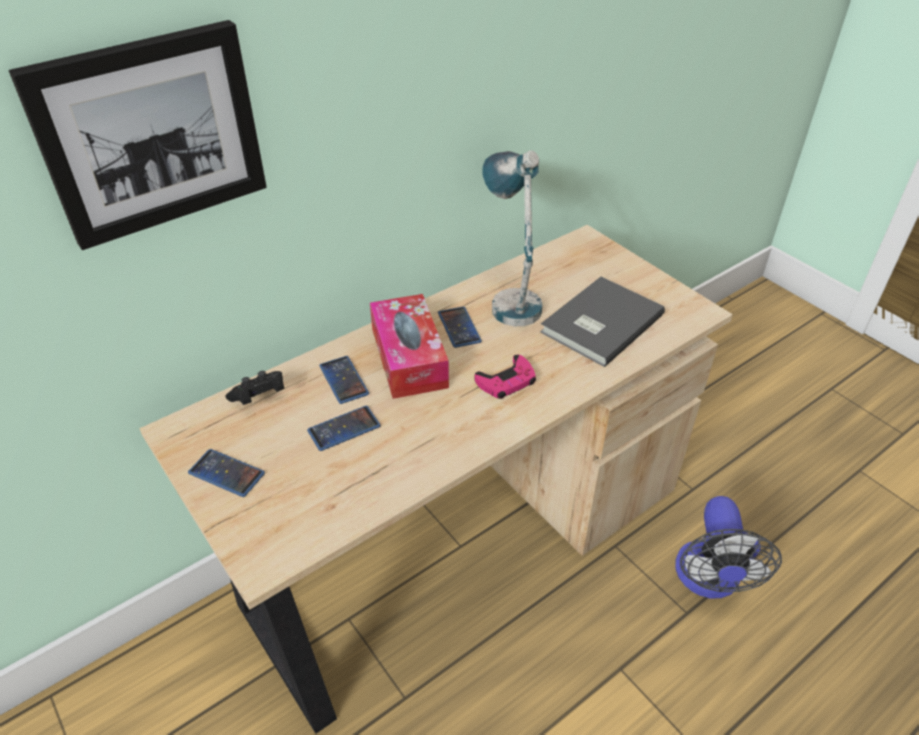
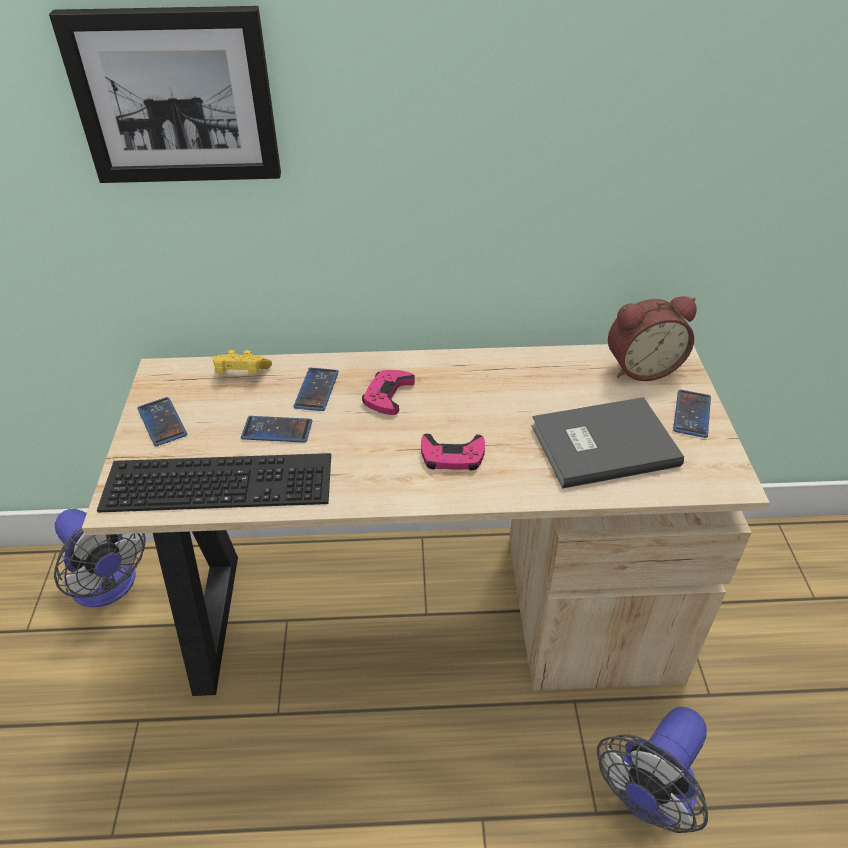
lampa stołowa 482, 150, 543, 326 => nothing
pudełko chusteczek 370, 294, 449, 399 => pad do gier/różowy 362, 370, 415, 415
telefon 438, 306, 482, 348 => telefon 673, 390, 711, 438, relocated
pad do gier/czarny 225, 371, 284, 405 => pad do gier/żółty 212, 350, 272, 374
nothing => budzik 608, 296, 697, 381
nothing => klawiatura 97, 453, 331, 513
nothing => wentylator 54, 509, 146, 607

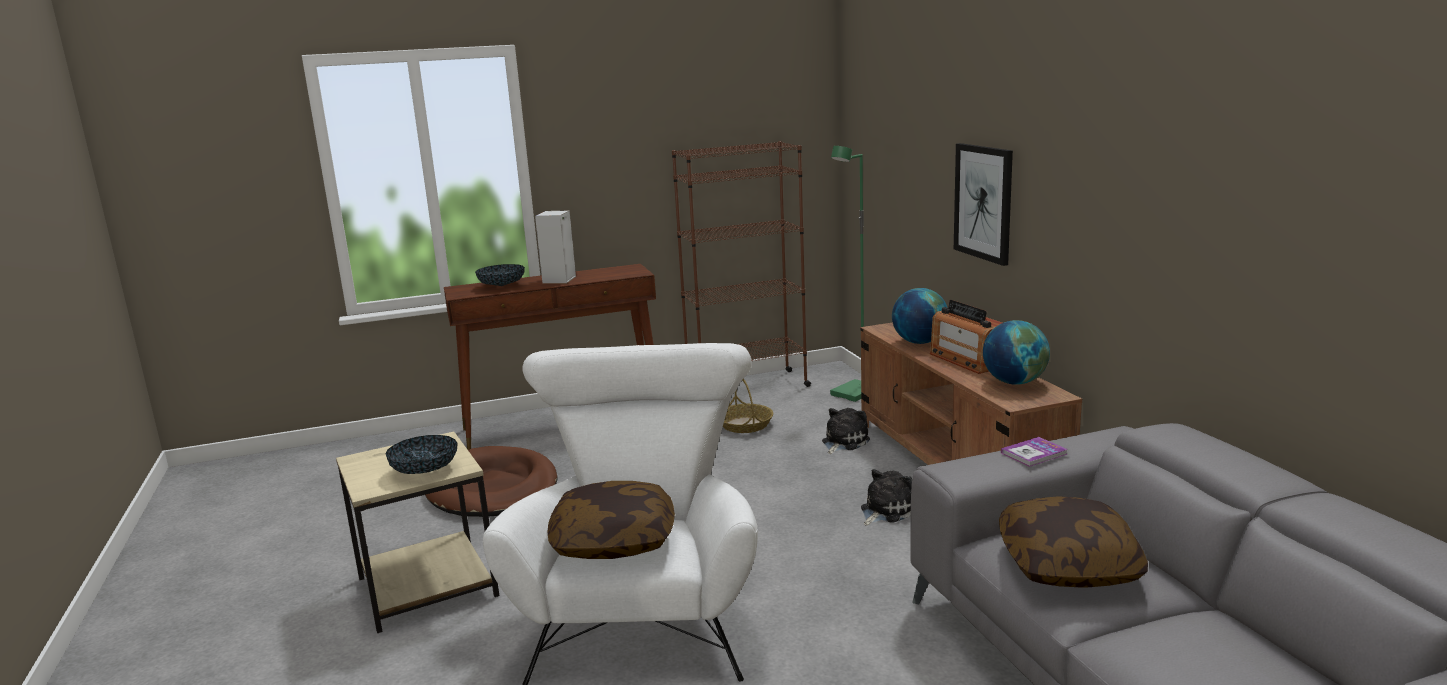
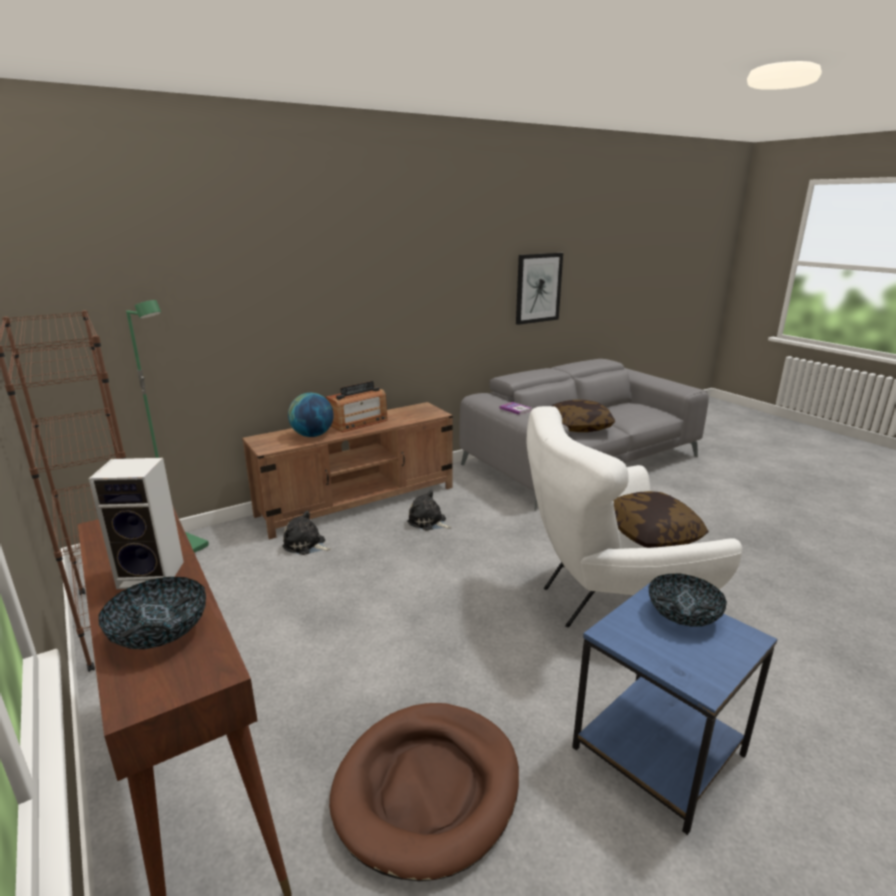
obraz 954, 143, 1013, 266 => obraz 516, 253, 563, 325, relocated
globus 983, 320, 1050, 385 => nothing
koszyk 723, 379, 773, 433 => nothing
stolik/beżowy 336, 431, 499, 633 => stolik/niebieski 572, 582, 777, 835

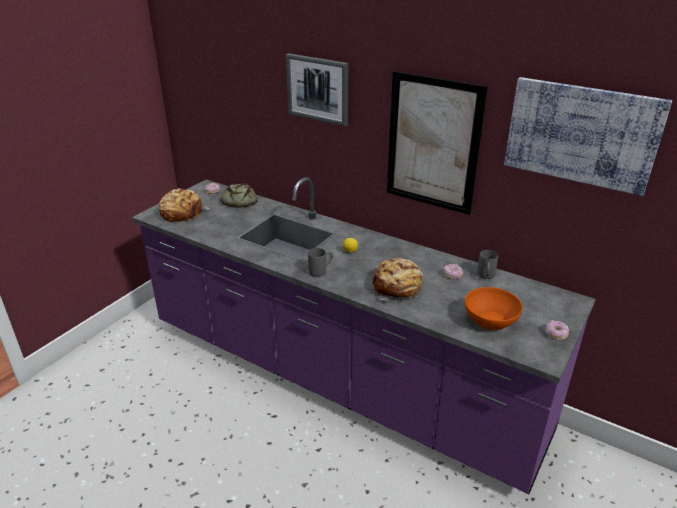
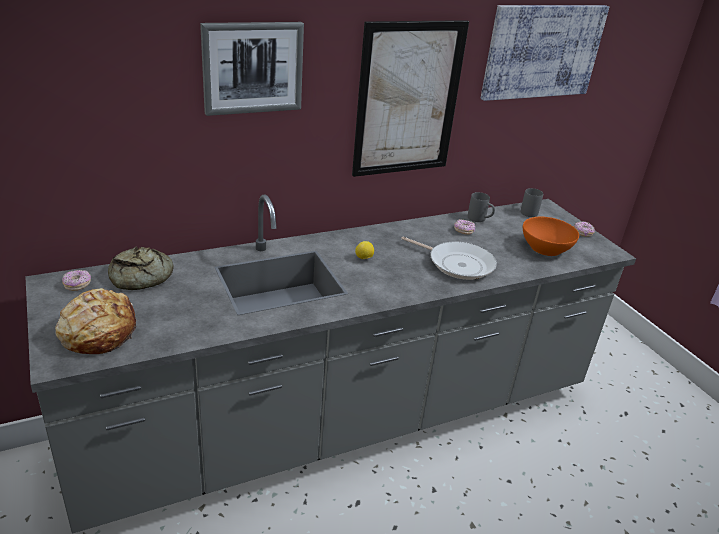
zabudowa kuchenna/fioletowy 132, 177, 596, 494 => zabudowa kuchenna/szary 25, 194, 636, 534
kubek/szary 308, 248, 333, 277 => kubek/szary 521, 188, 543, 217, relocated
chleb 373, 258, 423, 301 => patelnia 401, 237, 497, 280

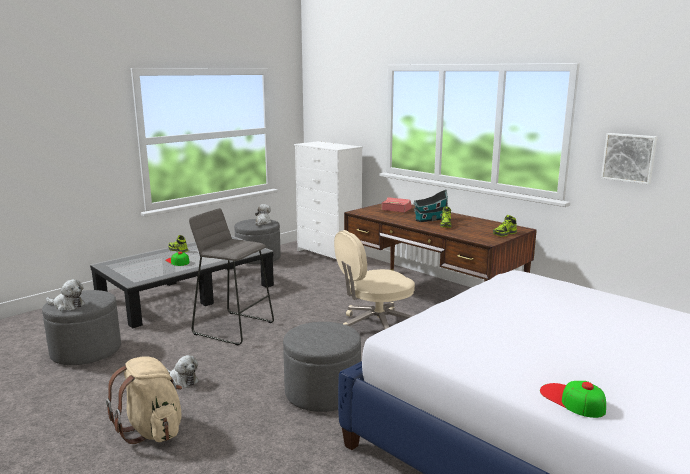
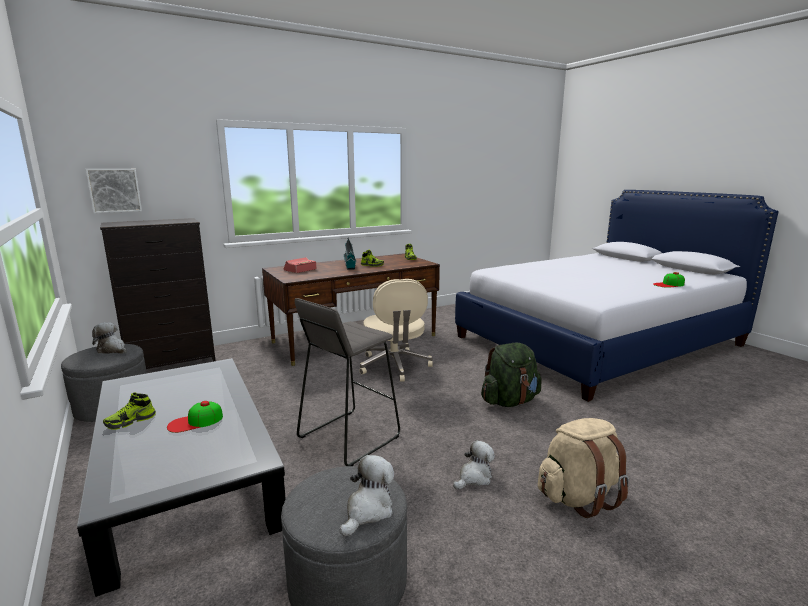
obraz 601, 133, 657, 184 => obraz 86, 169, 142, 213, relocated
komoda/biały 294, 141, 363, 259 => komoda/czarny 100, 218, 216, 369
pufa/szary 283, 322, 361, 412 => plecak/zielony 481, 343, 542, 407

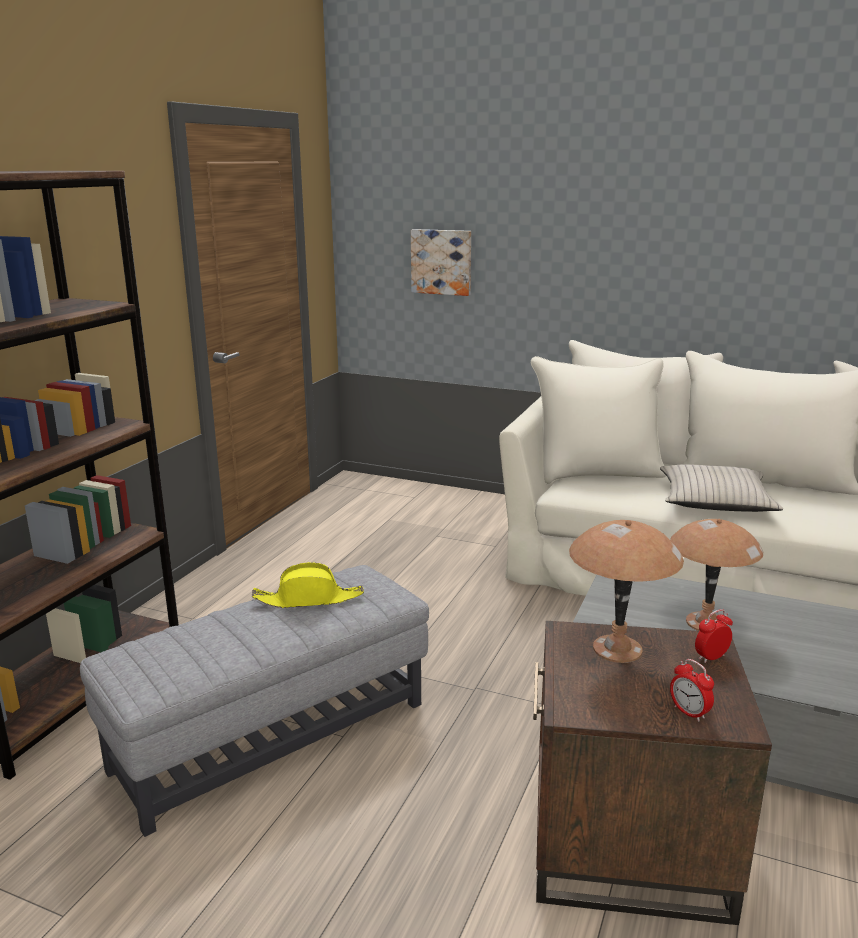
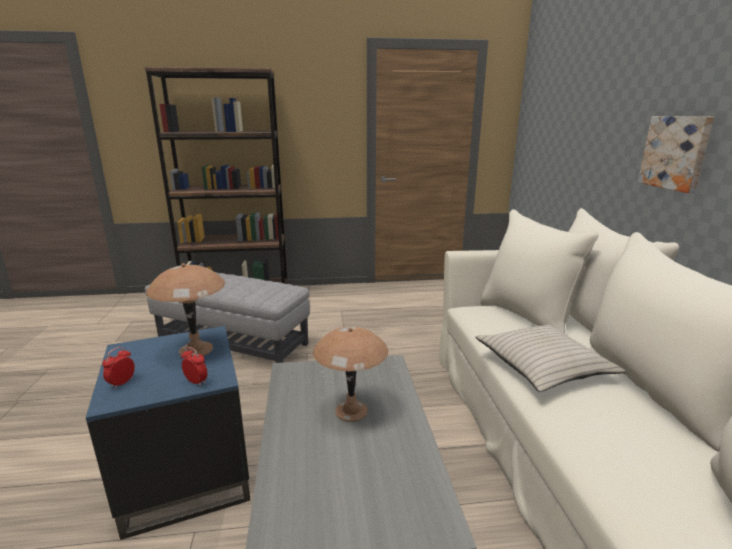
obraz 411, 229, 471, 296 => obraz 638, 116, 714, 193, relocated
kapelusz/żółty 252, 562, 364, 608 => nothing
stolik/brązowy 533, 621, 772, 925 => stolik/niebieski 86, 326, 250, 540

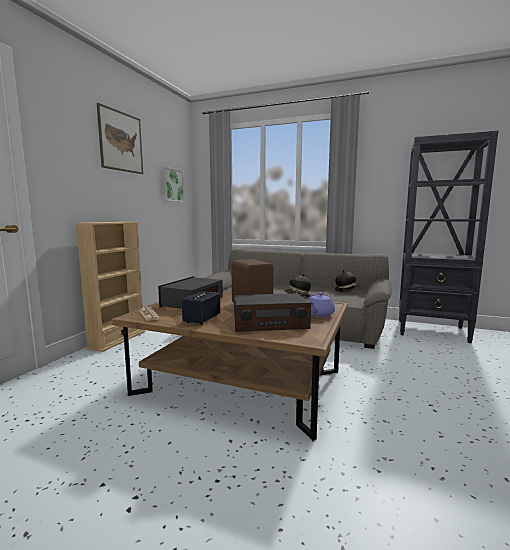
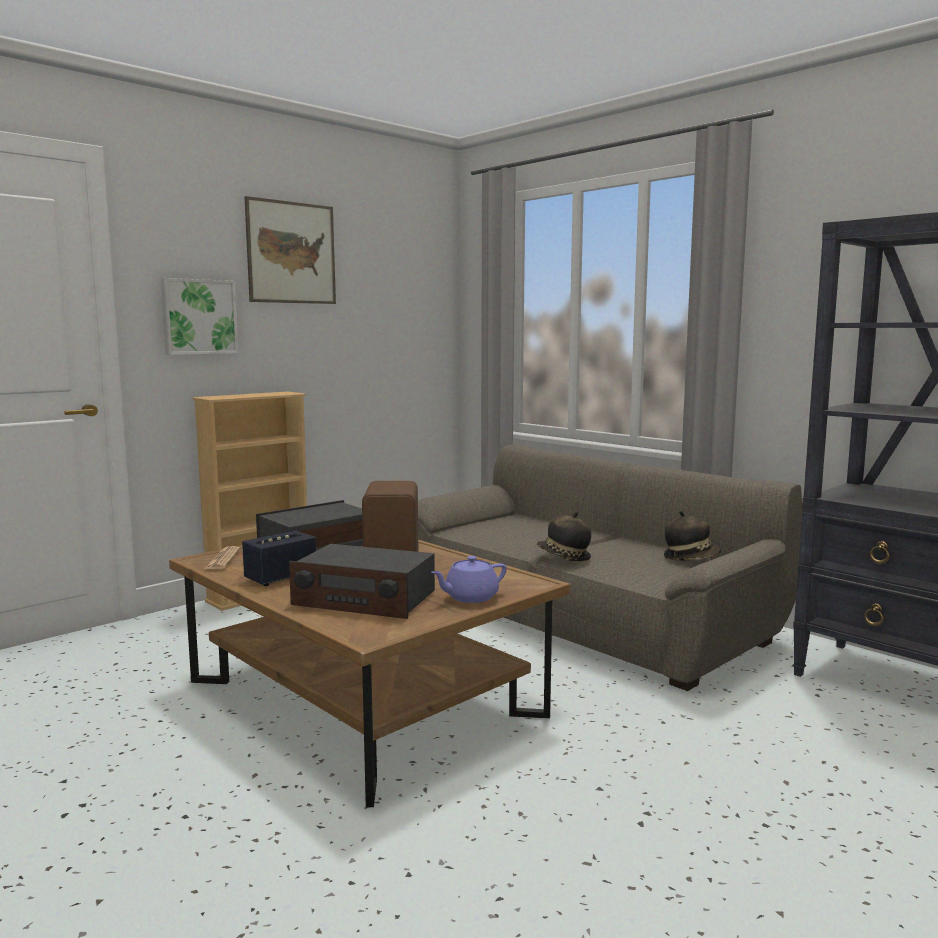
obraz 162, 167, 185, 202 => obraz 161, 278, 239, 355, relocated

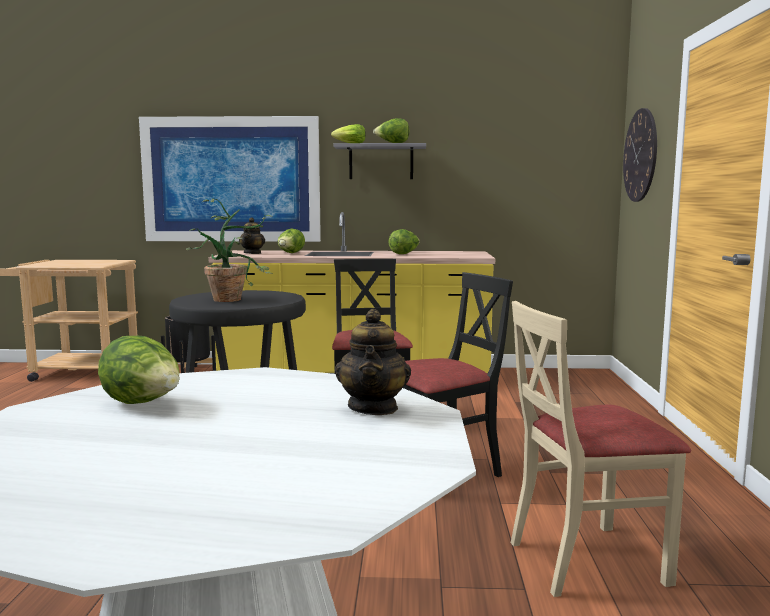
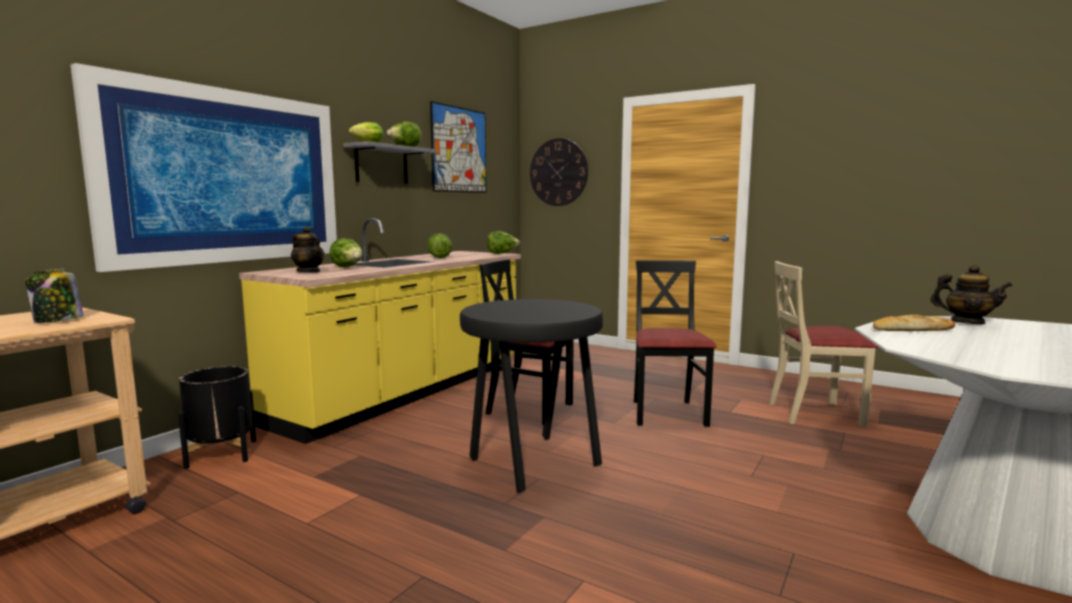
roślina doniczkowa 186, 199, 272, 302 => nothing
krzesło/beżowy 511, 301, 691, 597 => krzesło/beżowy 769, 261, 878, 427, 75 degrees clockwise
sałata 98, 336, 180, 404 => sałata 487, 231, 520, 254, relocated
nothing => obraz 430, 101, 486, 193
nothing => słoik 25, 268, 84, 323
nothing => chleb 873, 314, 955, 331

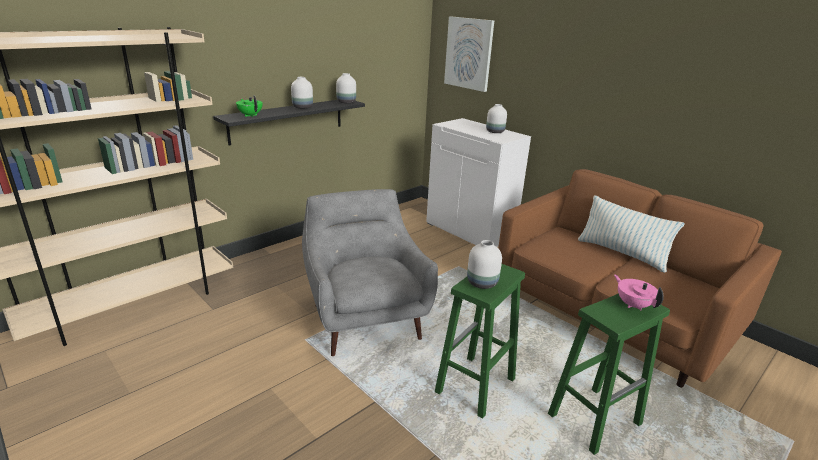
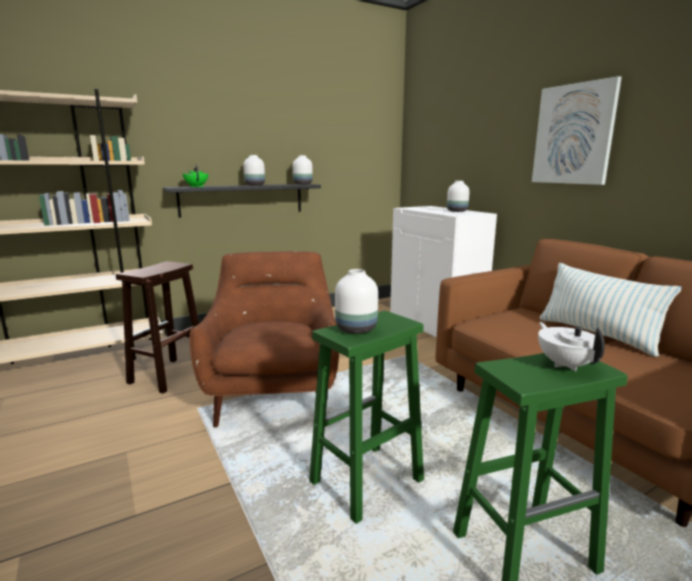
obraz 444, 16, 494, 92 => obraz 532, 76, 622, 185, relocated
fotel/szary 302, 189, 438, 356 => fotel/brązowy 190, 251, 339, 427
imbryk/różowy 614, 275, 664, 310 => imbryk/biały 538, 322, 605, 371
nothing => stołek/brązowy 116, 261, 199, 394

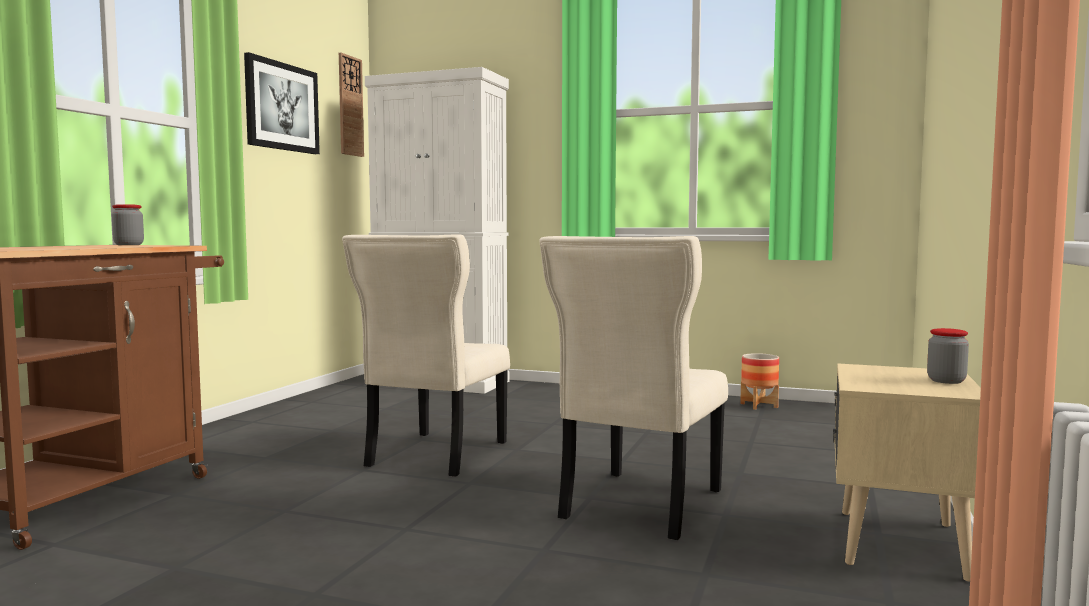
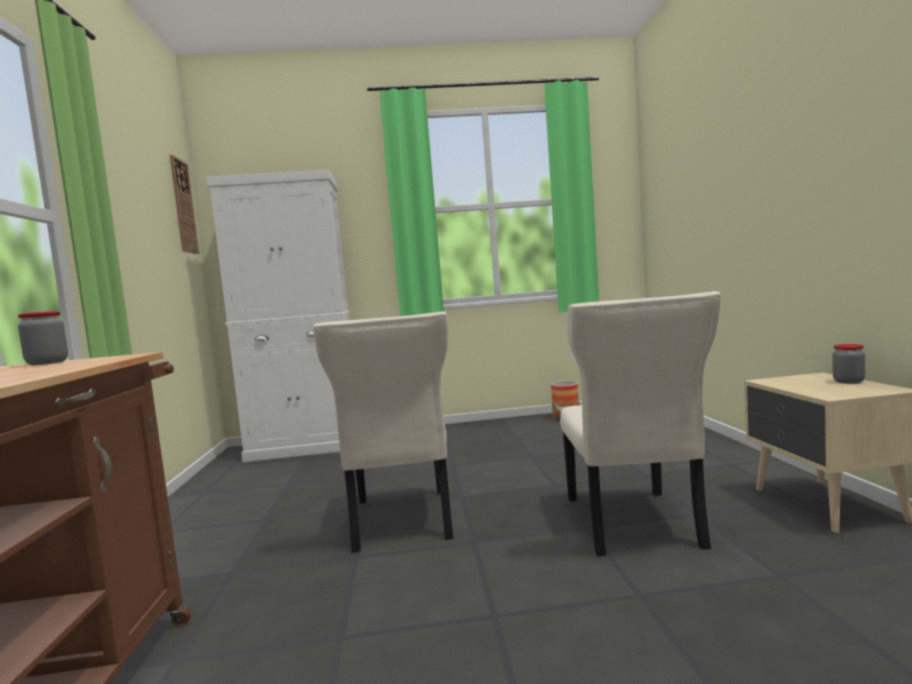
obraz 244, 52, 320, 154 => nothing

